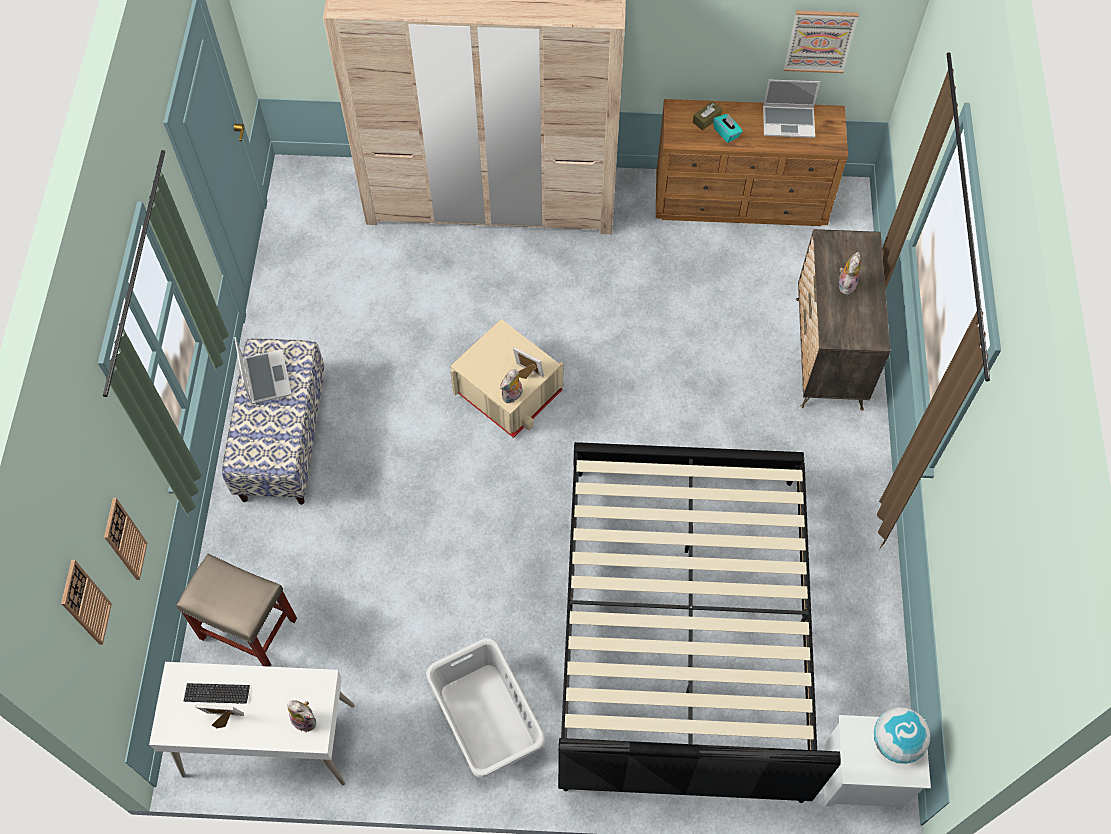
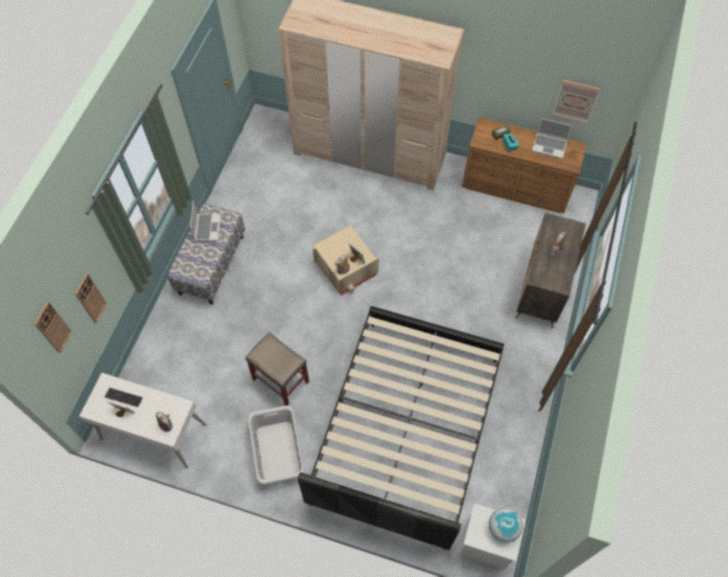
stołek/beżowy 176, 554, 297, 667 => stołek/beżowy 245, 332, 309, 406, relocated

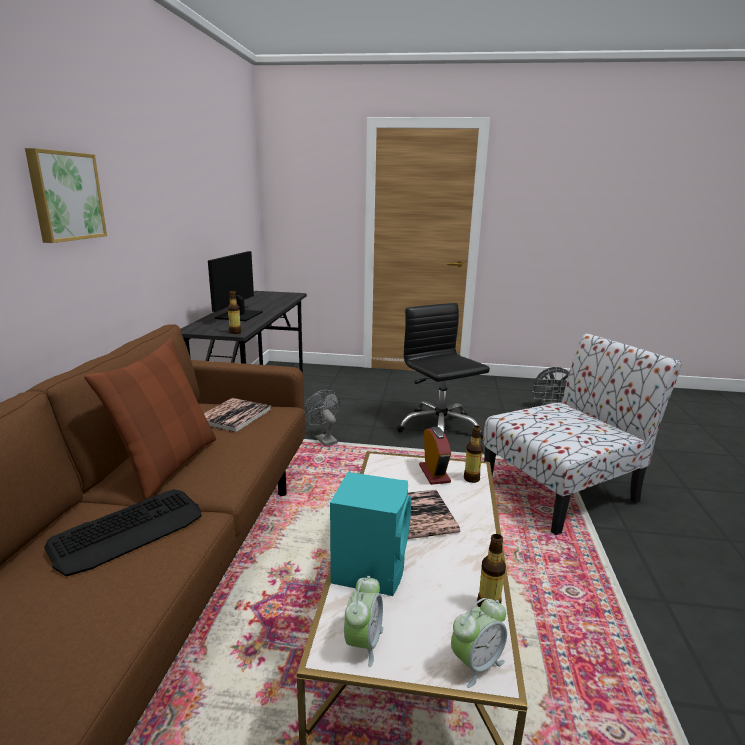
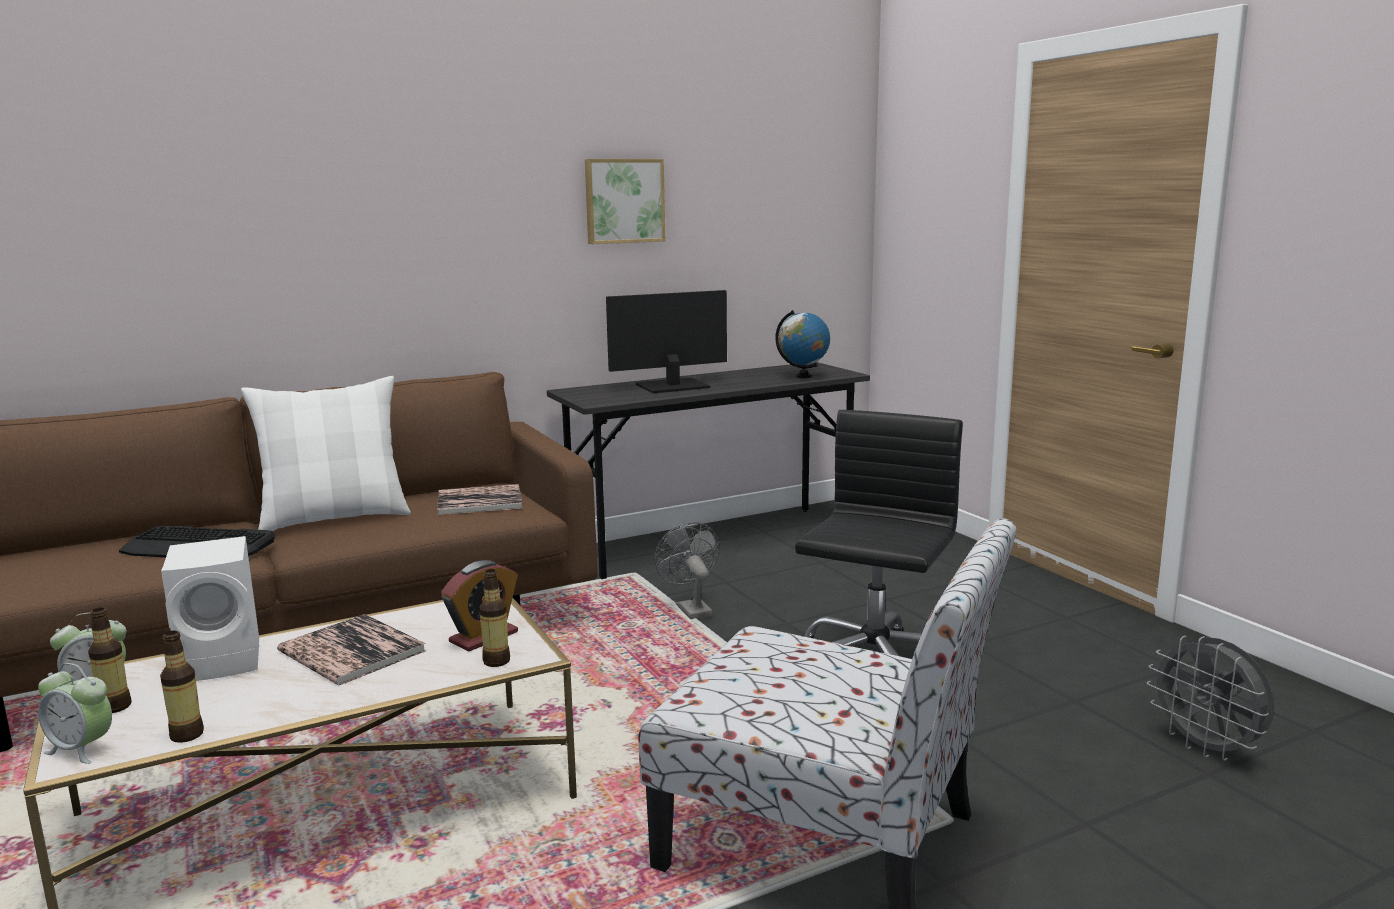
obraz 25, 148, 107, 243 => obraz 585, 159, 665, 244, relocated
butelka 228, 291, 241, 334 => butelka 88, 608, 132, 713, relocated
poduszka/brązowy 84, 338, 216, 499 => poduszka/biały 241, 376, 411, 531
wentylator/szary 304, 390, 340, 446 => wentylator/szary 654, 522, 720, 619, 45 degrees counterclockwise
głośnik/turkusowy 330, 472, 411, 596 => głośnik/biały 161, 536, 259, 681
nothing => globus 776, 310, 830, 378

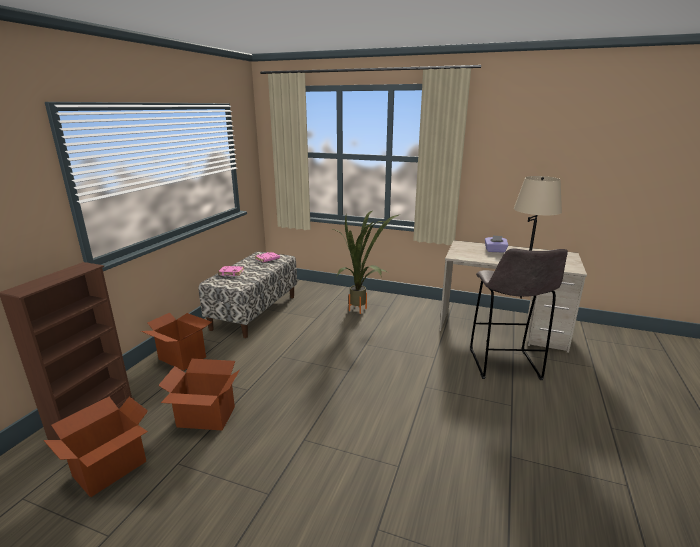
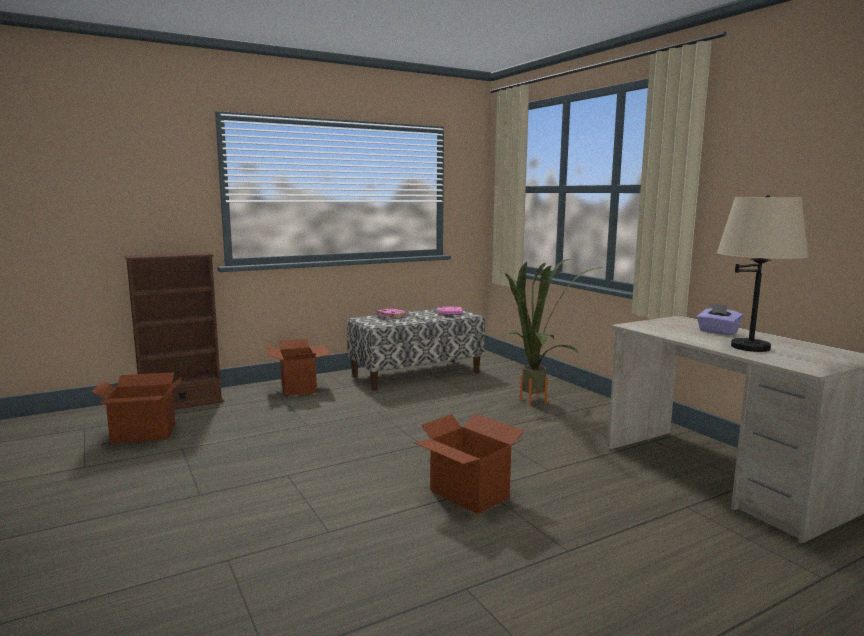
stołek/szary 470, 248, 568, 380 => nothing
karton 158, 359, 240, 431 => karton 414, 414, 525, 514, relocated

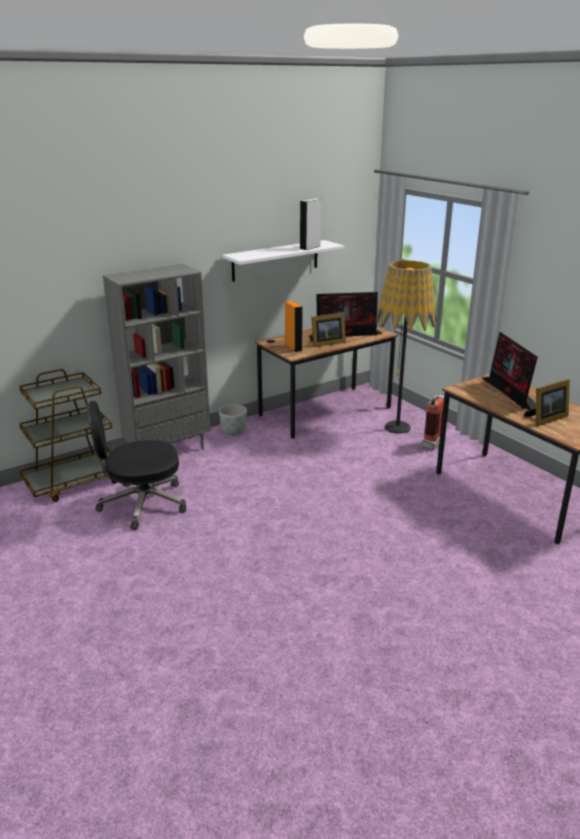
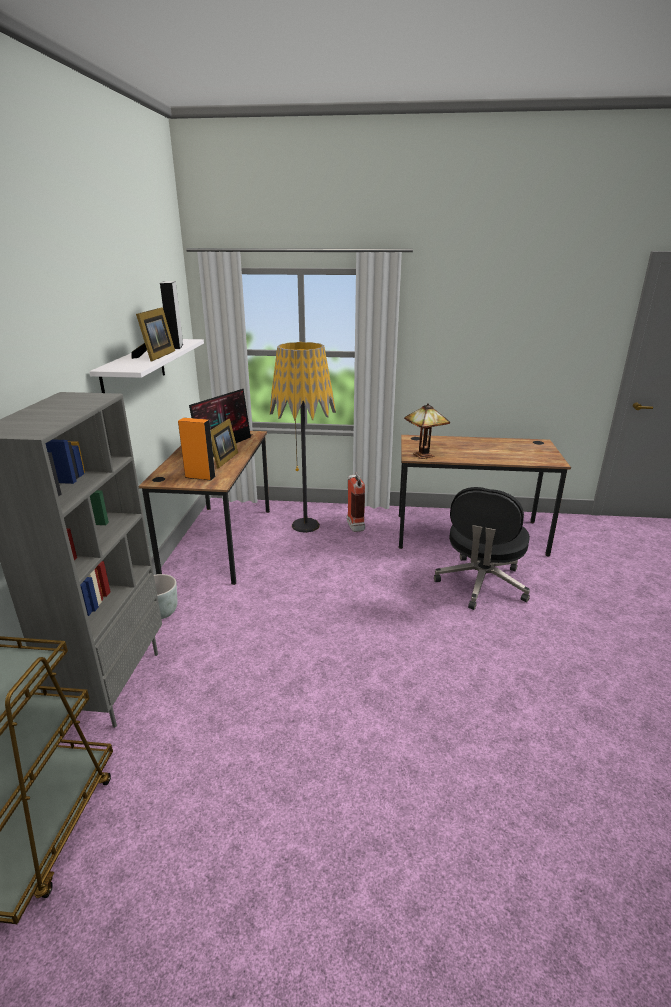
monitor 482, 332, 538, 410 => nothing
ramka na zdjęcie 524, 379, 570, 426 => ramka na zdjęcie 131, 307, 175, 361, relocated
krzesło biurowe/czarny 87, 401, 186, 530 => krzesło biurowe/czarny 434, 487, 530, 610, relocated
nothing => lampa stołowa 404, 403, 450, 459

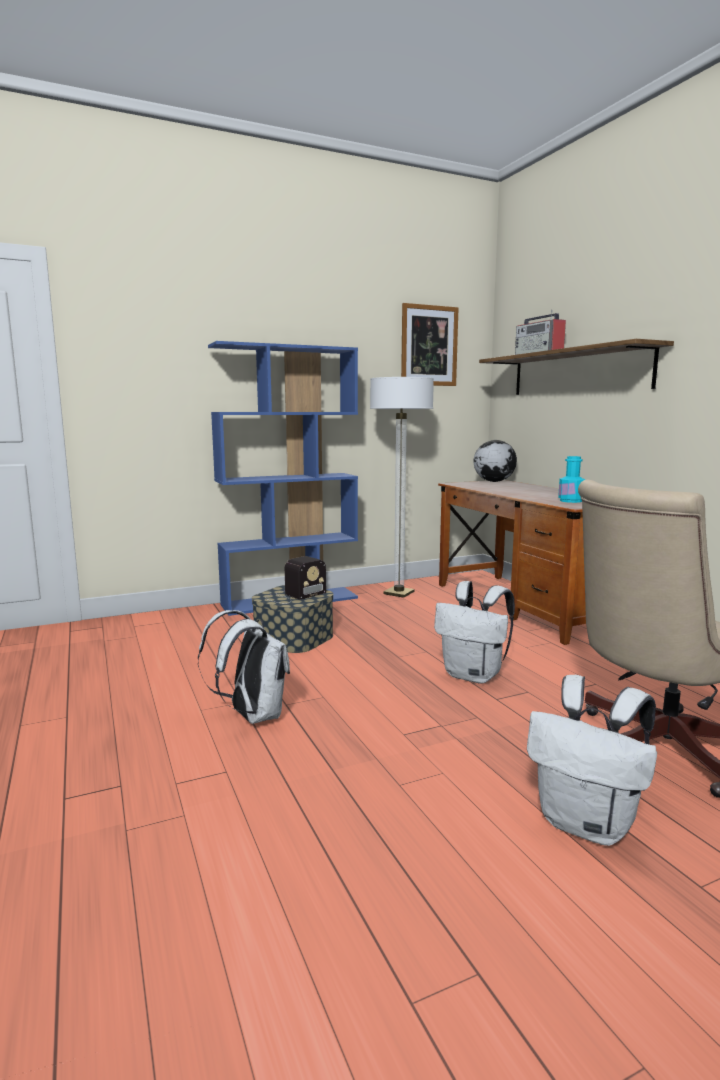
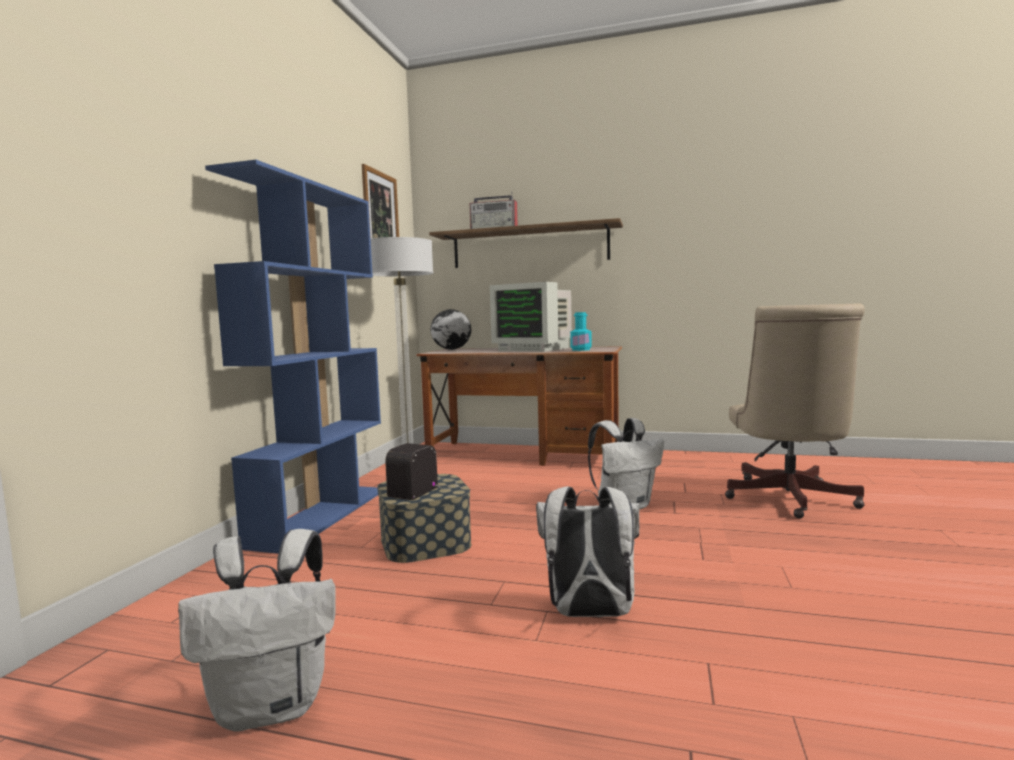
radio 267, 556, 326, 604 => radio 385, 443, 463, 500, 150 degrees counterclockwise
plecak/biały 527, 675, 657, 846 => plecak/biały 178, 529, 336, 732, relocated
nothing => monitor 490, 282, 572, 352

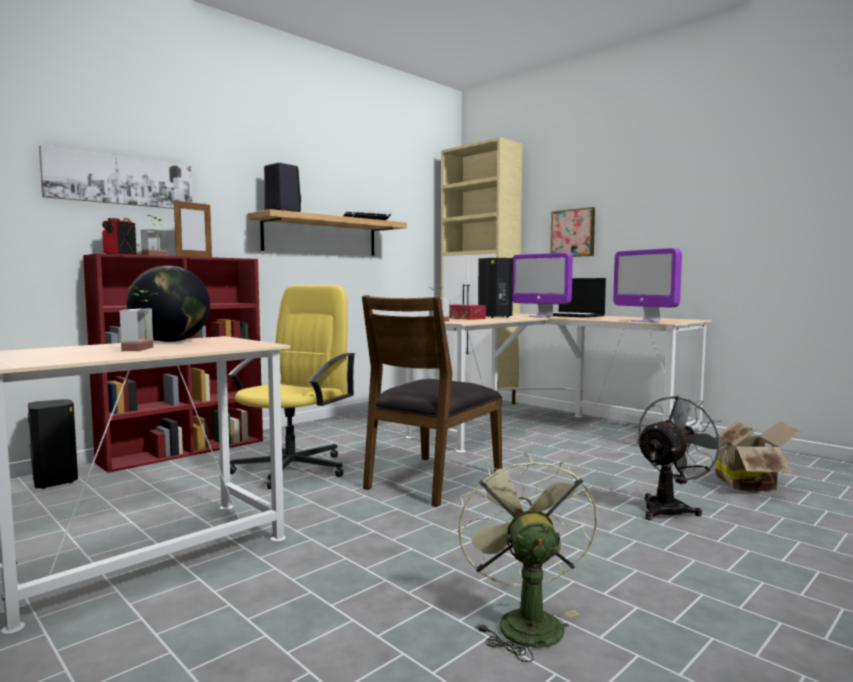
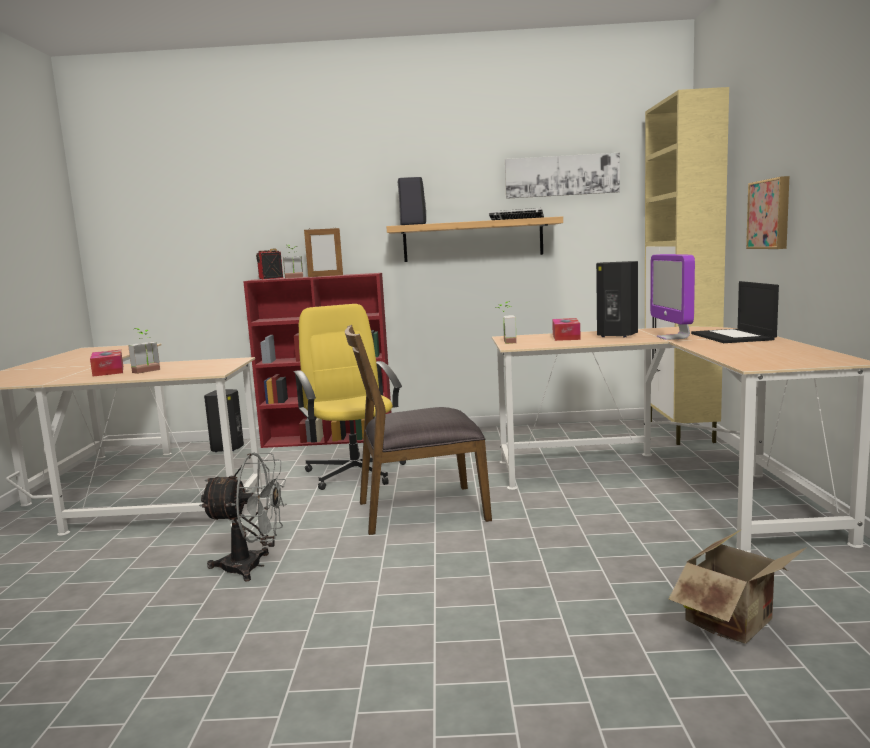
obraz 39, 145, 192, 209 => obraz 505, 153, 620, 199, relocated
monitor 613, 248, 682, 322 => nothing
globus 127, 265, 210, 342 => nothing
krzesło biurowe/żółty 228, 285, 355, 489 => krzesło biurowe/żółty 294, 304, 406, 490, 90 degrees counterclockwise
wentylator/szary 636, 395, 727, 520 => wentylator/szary 199, 453, 287, 582, relocated
wentylator/zielony 458, 452, 597, 662 => nothing
nothing => pudełko chusteczek 90, 350, 123, 376

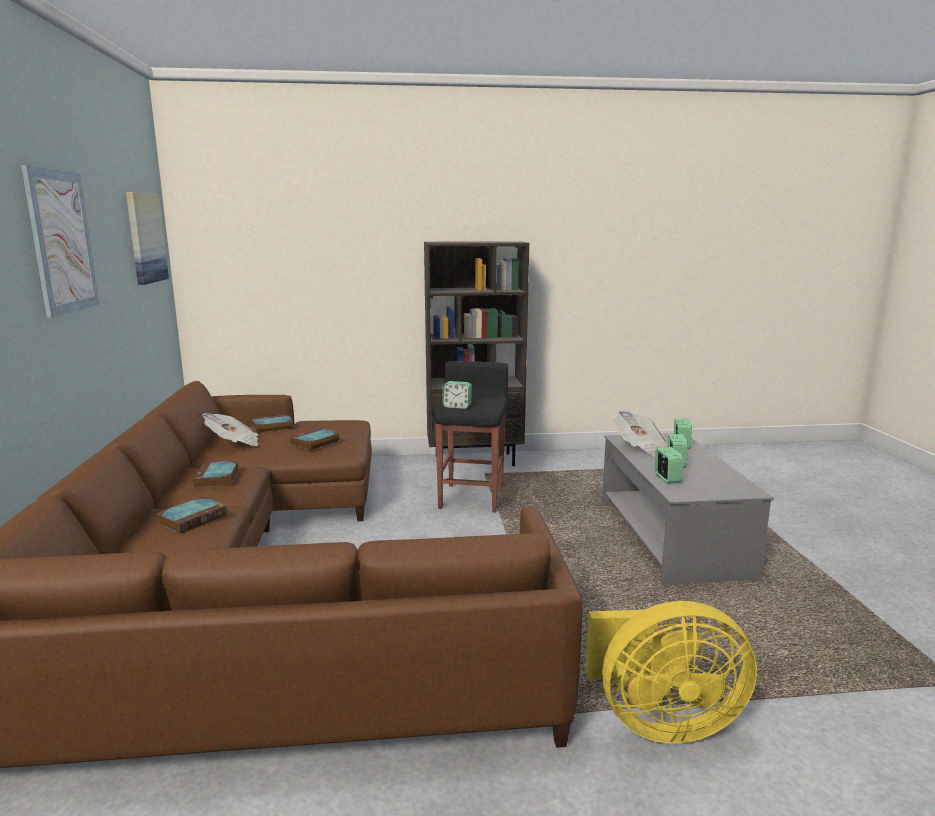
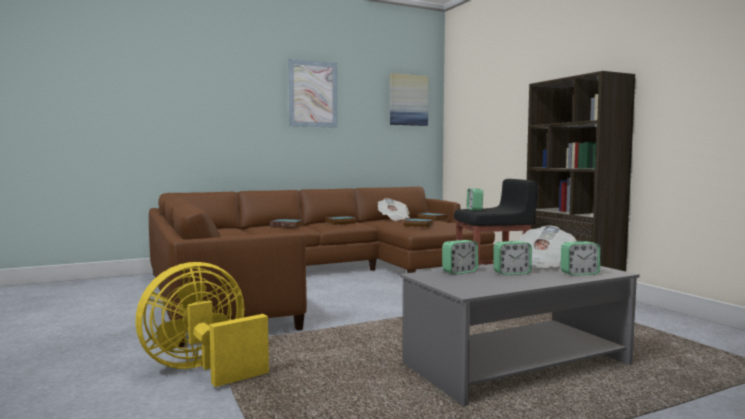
wentylator/żółty 586, 601, 757, 744 => wentylator/żółty 135, 262, 269, 387, 75 degrees clockwise

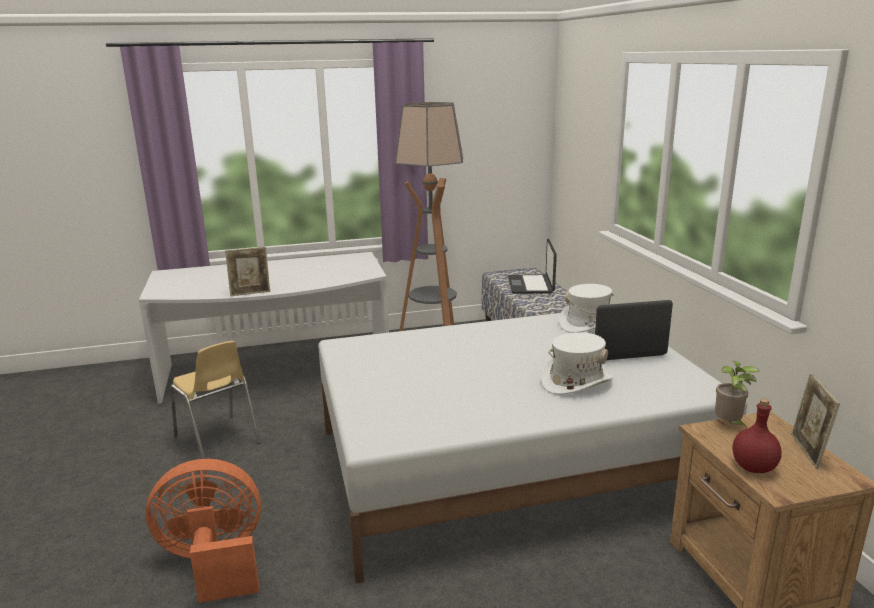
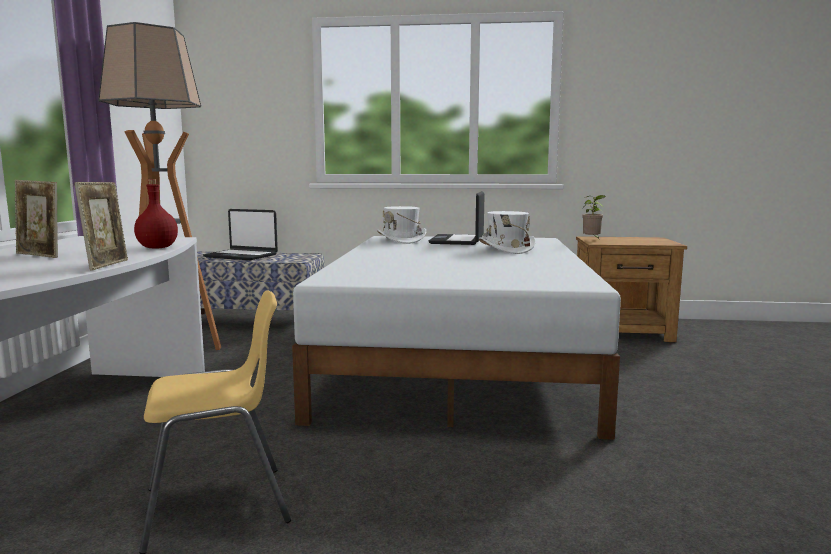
ramka na zdjęcie 791, 373, 840, 469 => ramka na zdjęcie 15, 180, 58, 258, relocated
butelka/czerwony 733, 399, 782, 473 => butelka/czerwony 134, 179, 178, 249, relocated
wentylator/pomarańczowy 146, 459, 261, 603 => nothing

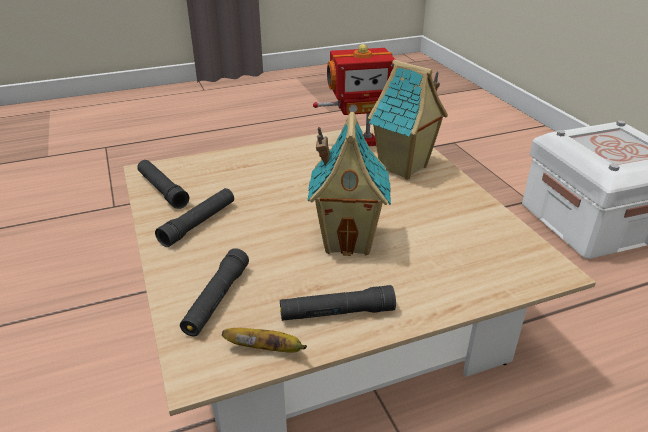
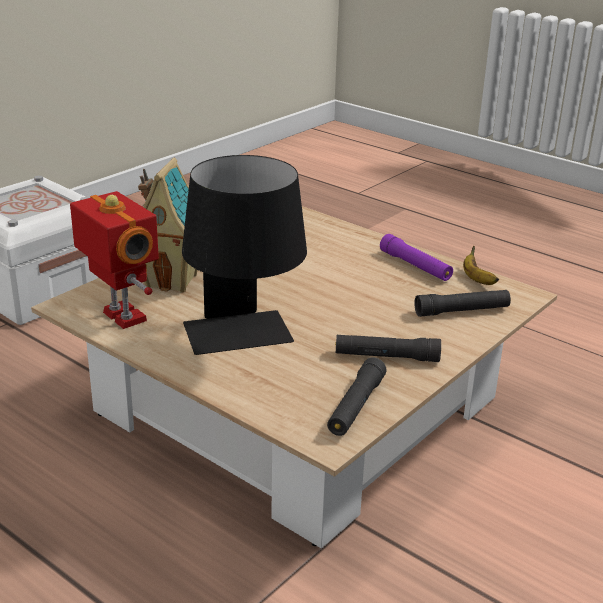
domek 307, 112, 391, 256 => nothing
latarka/czarny 280, 285, 396, 321 => latarka/fioletowy 380, 234, 453, 281
nothing => lampa stołowa/czarny 182, 155, 307, 355

